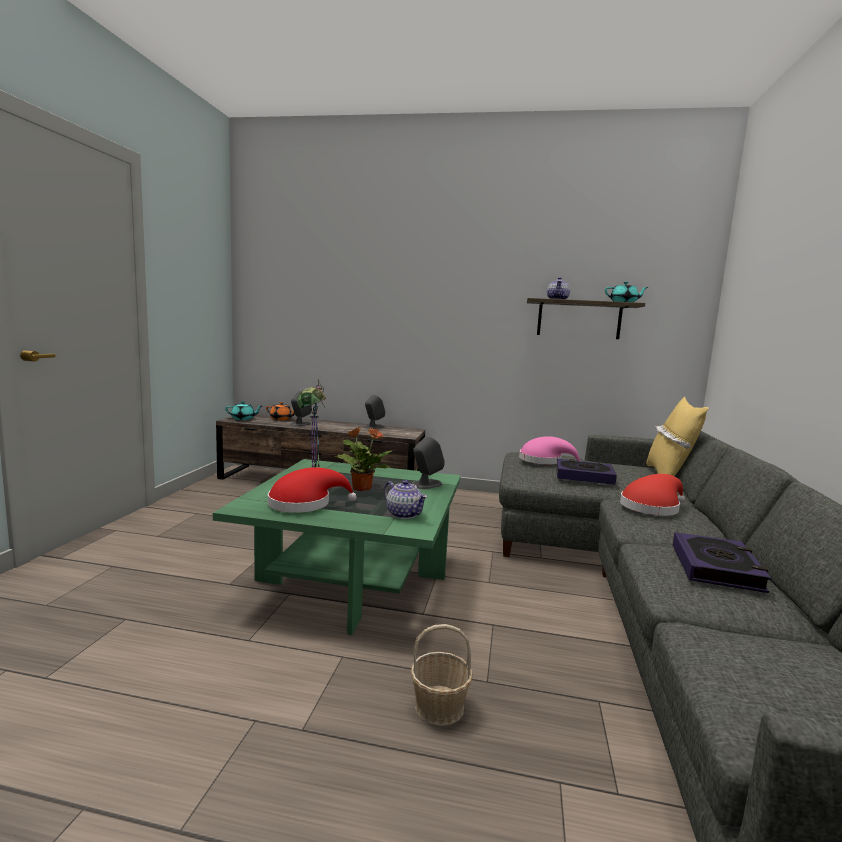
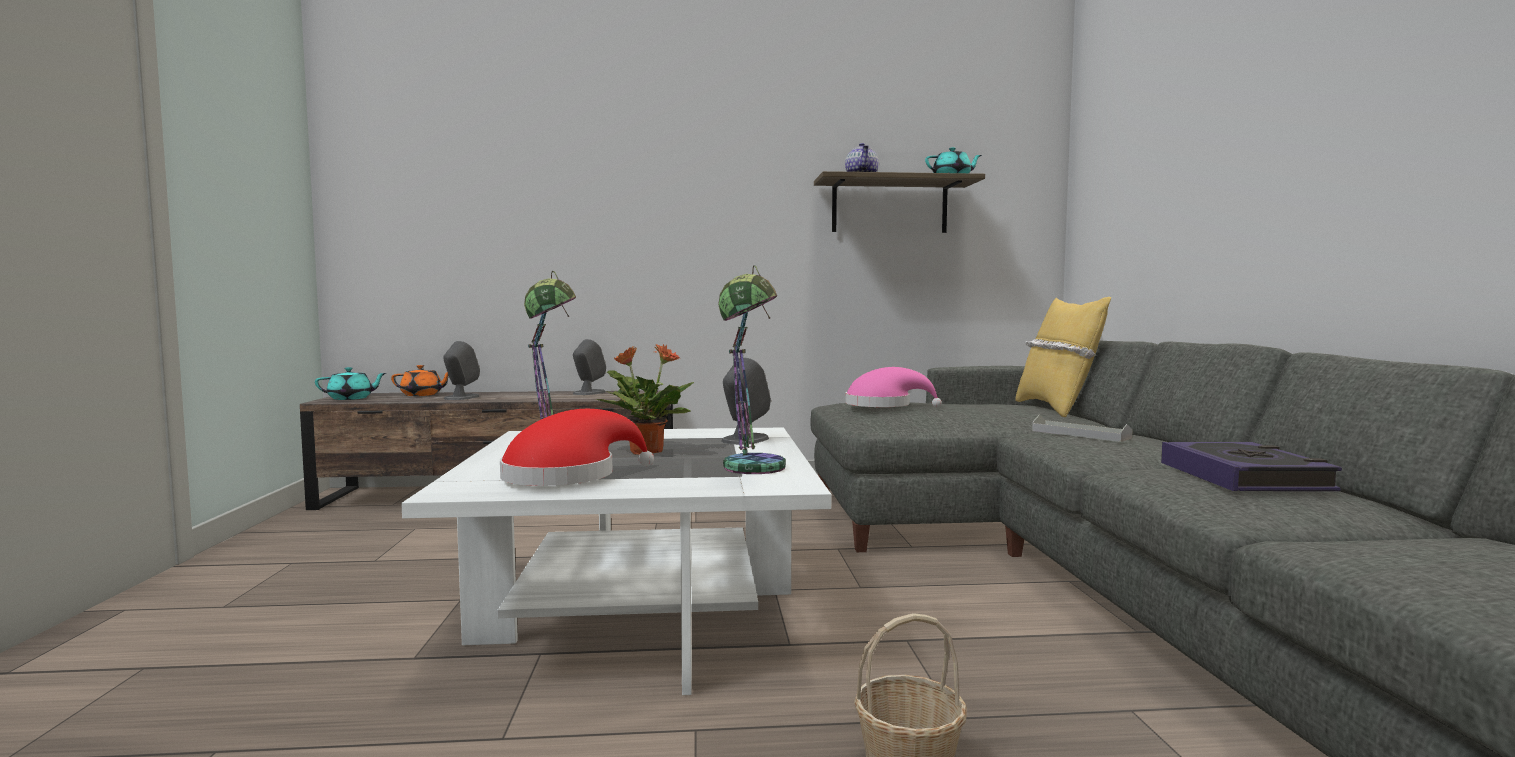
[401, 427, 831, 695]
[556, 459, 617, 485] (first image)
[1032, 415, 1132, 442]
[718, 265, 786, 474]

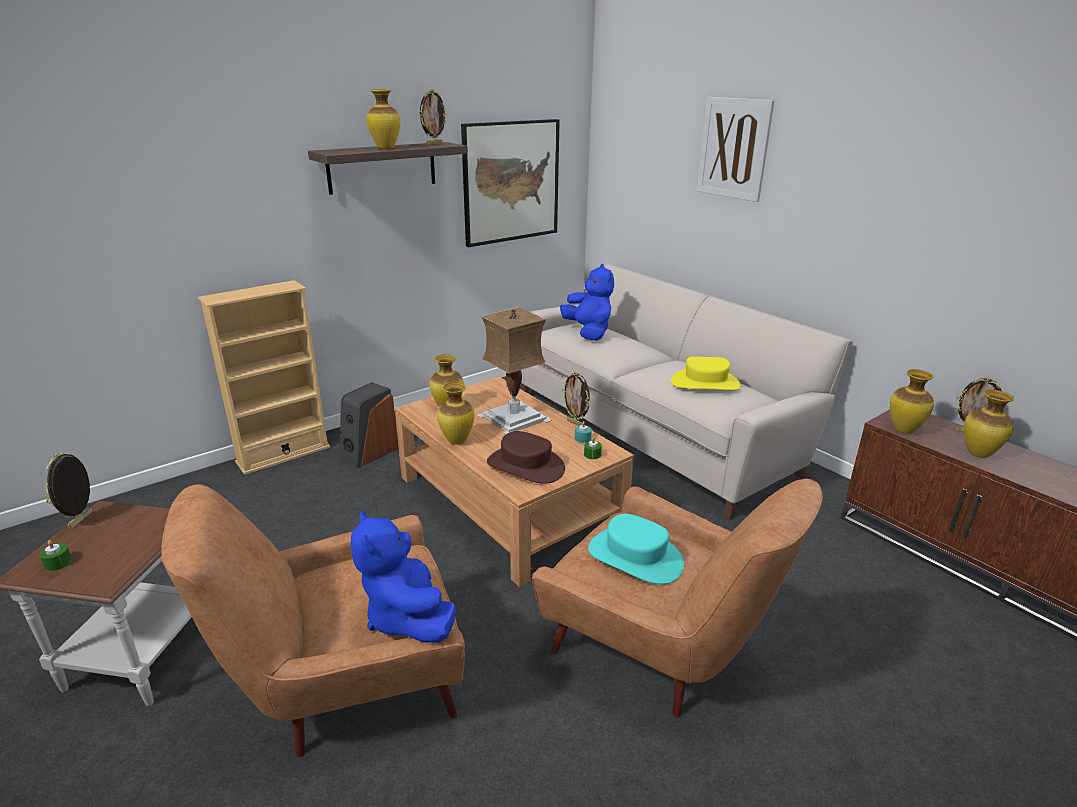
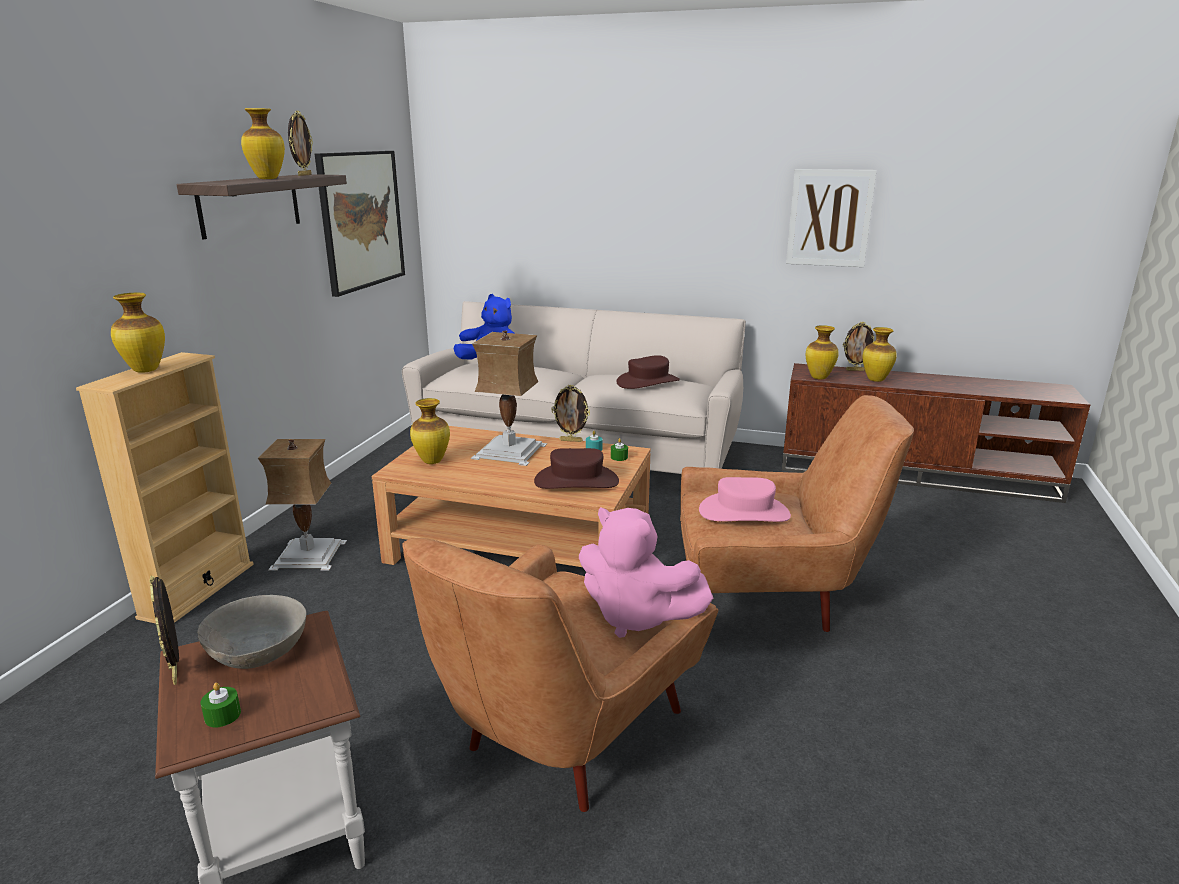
[786, 169, 877, 267]
[616, 355, 680, 389]
[258, 439, 347, 571]
[111, 293, 165, 373]
[579, 507, 713, 638]
[699, 477, 791, 522]
[197, 595, 307, 669]

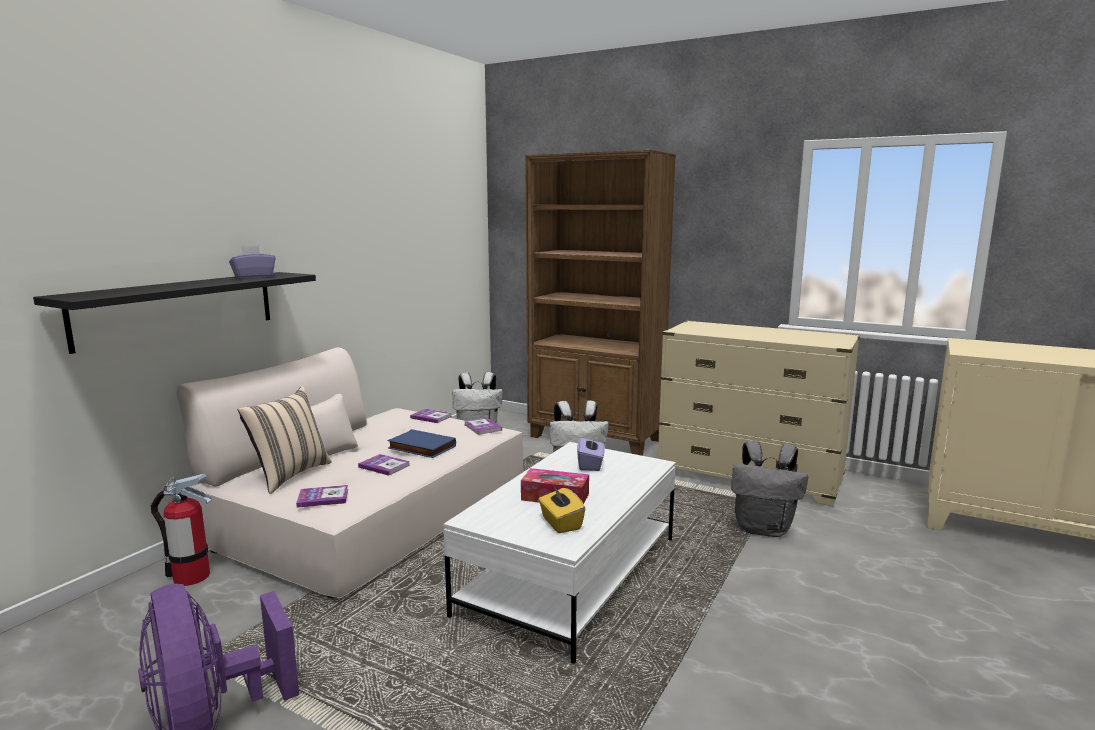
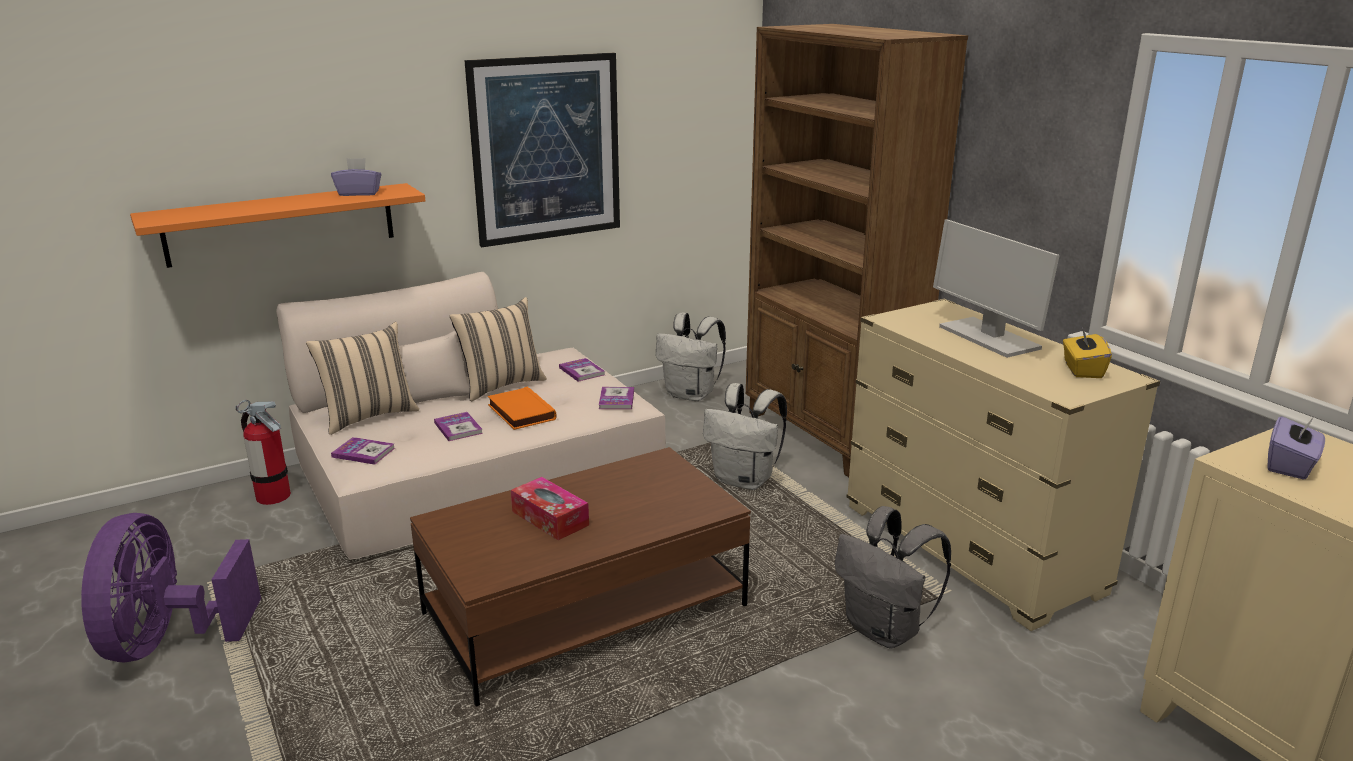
[130, 183, 426, 268]
[488, 387, 557, 430]
[1267, 415, 1325, 480]
[410, 447, 751, 707]
[1063, 328, 1112, 378]
[464, 53, 620, 247]
[933, 219, 1060, 358]
[449, 297, 547, 401]

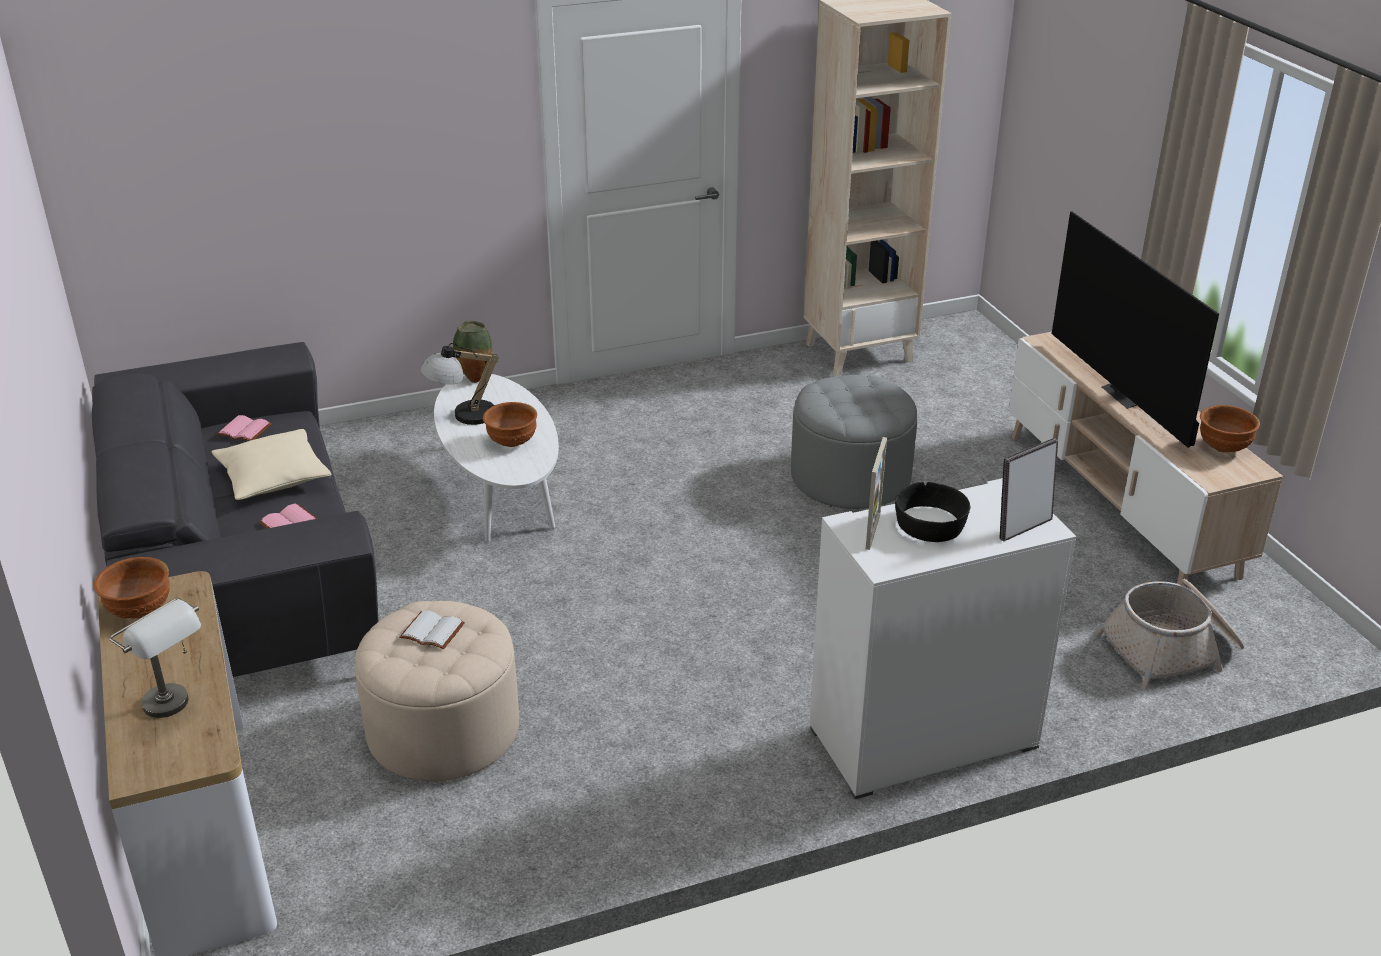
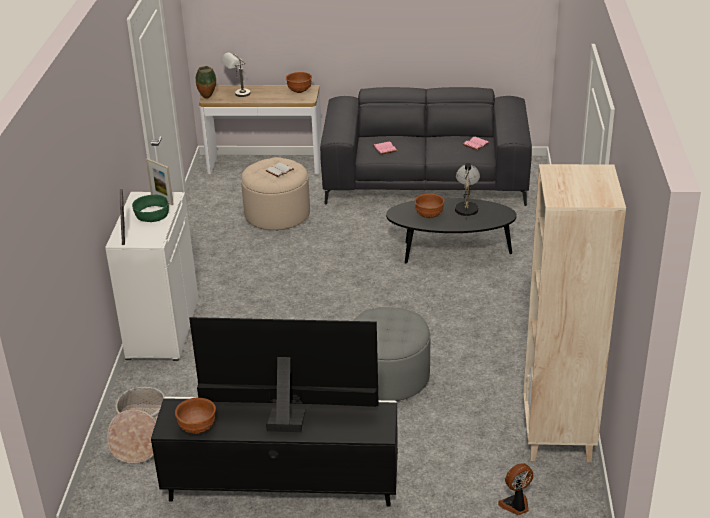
[196, 66, 216, 99]
[151, 397, 398, 507]
[386, 198, 517, 263]
[212, 429, 331, 500] (first image)
[132, 194, 169, 222]
[498, 463, 533, 515]

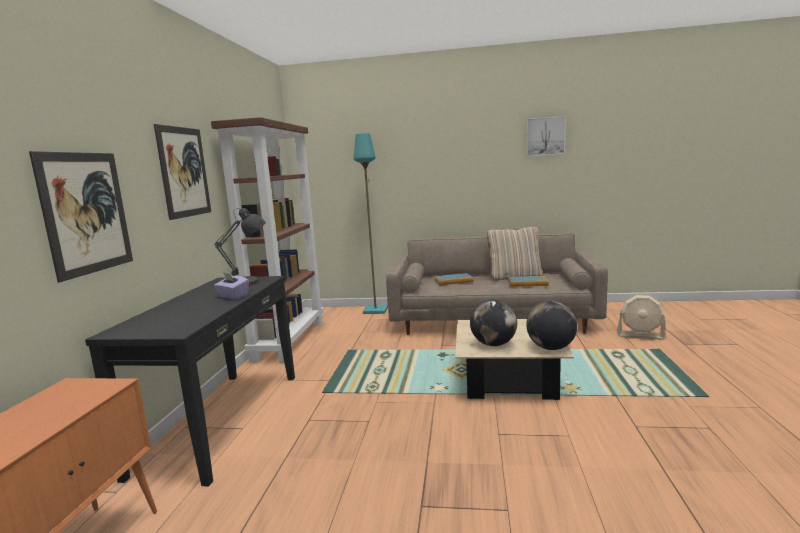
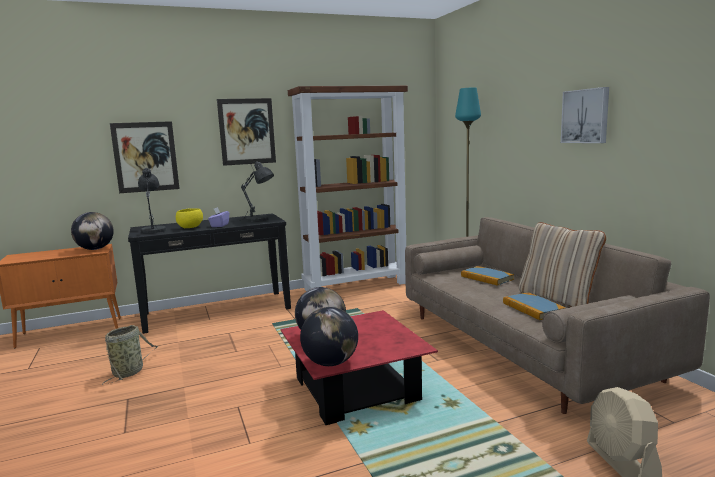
[561, 87, 609, 143]
[280, 310, 438, 425]
[138, 168, 166, 233]
[176, 208, 203, 228]
[71, 212, 114, 250]
[102, 325, 158, 385]

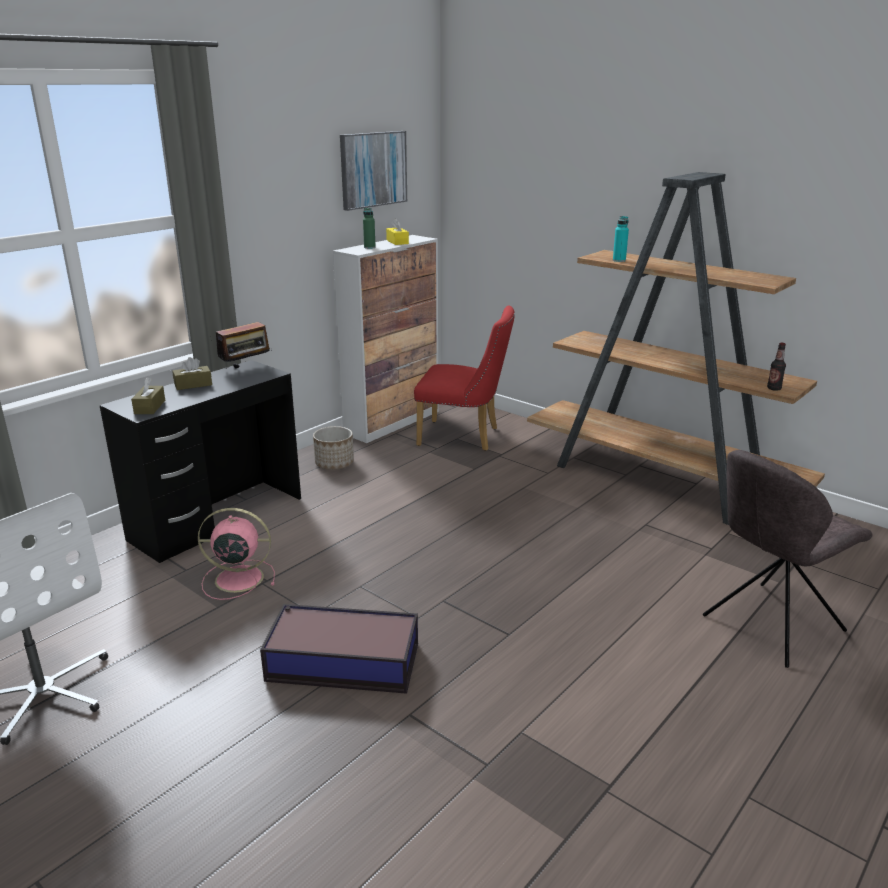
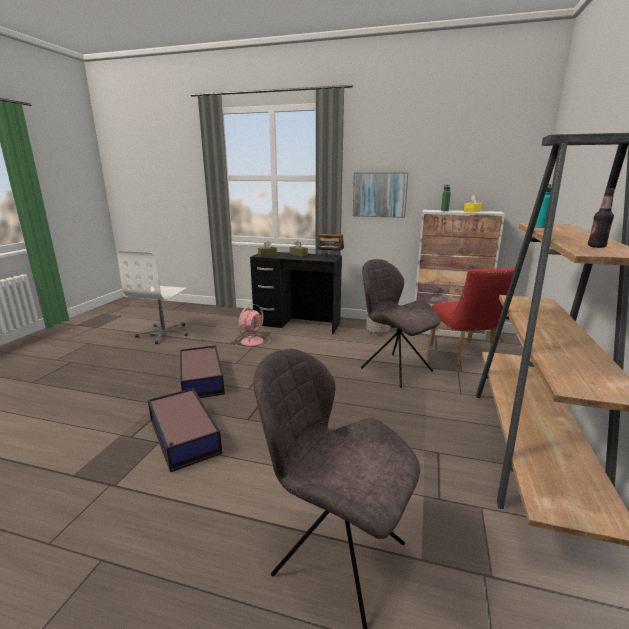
[353, 172, 408, 218]
[588, 188, 615, 248]
[235, 304, 270, 348]
[361, 259, 441, 388]
[148, 388, 222, 472]

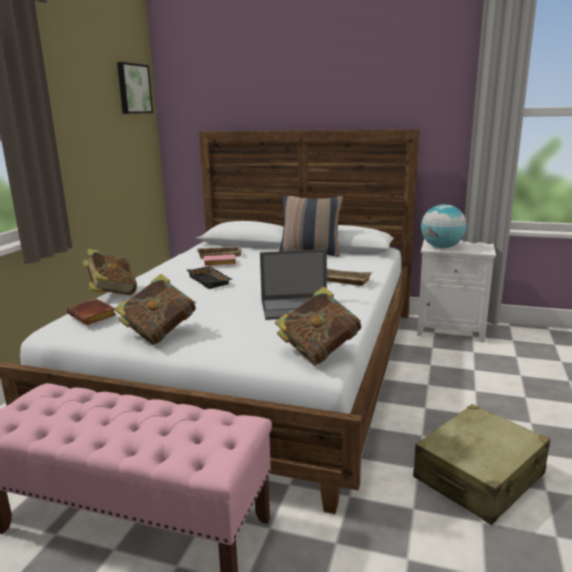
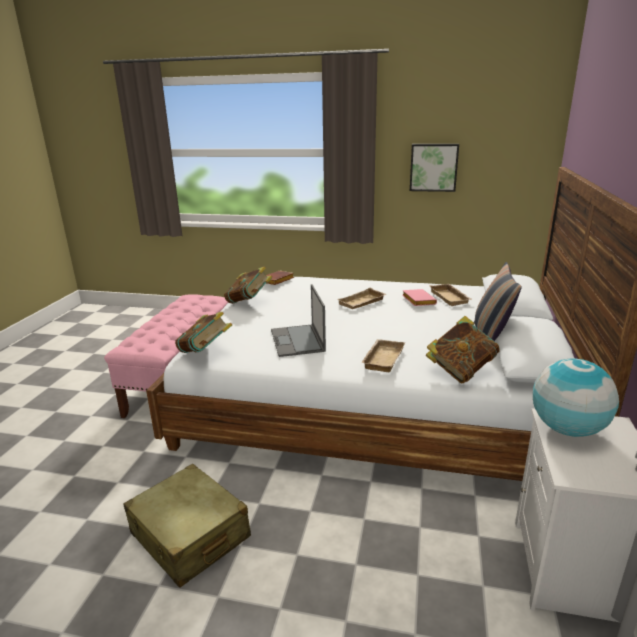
[410, 144, 459, 192]
[426, 316, 500, 383]
[338, 288, 386, 309]

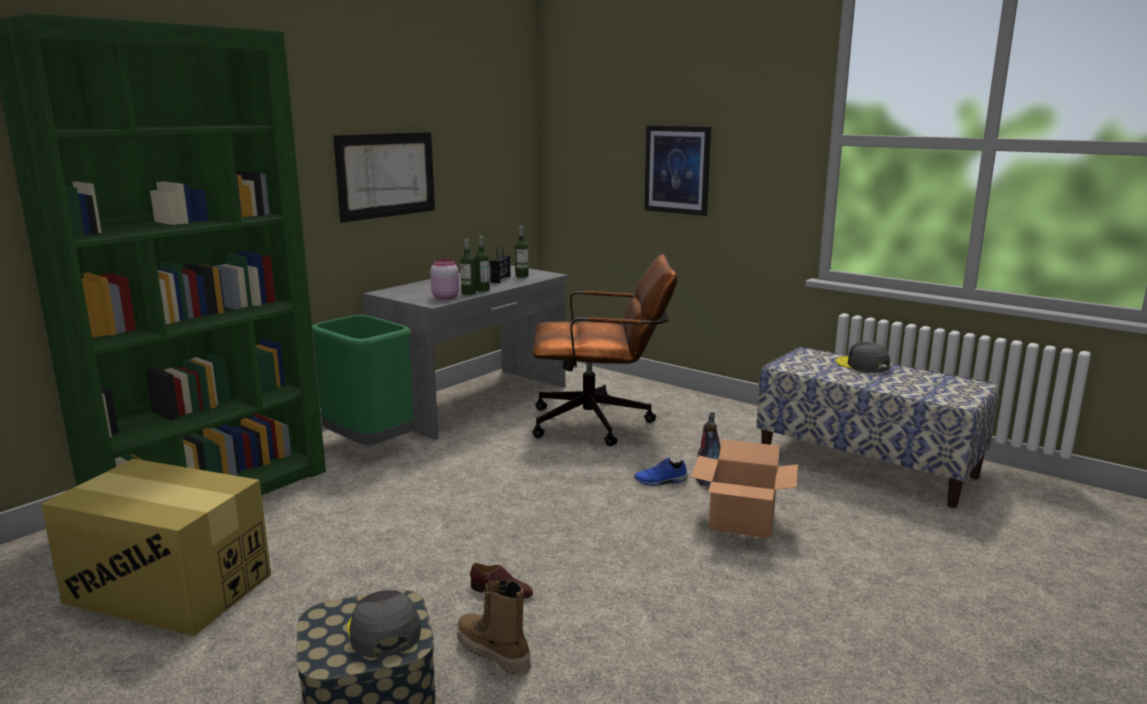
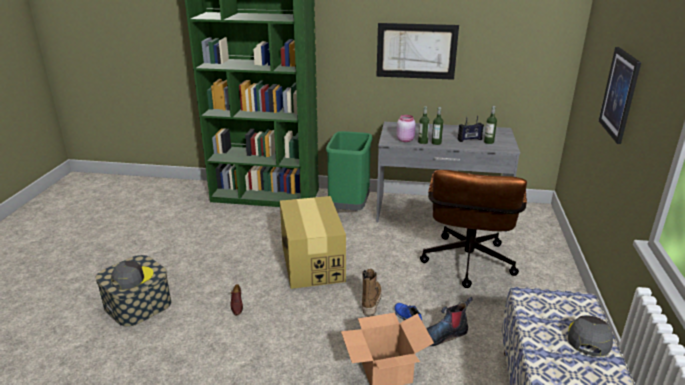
[420, 170, 527, 288]
[280, 196, 346, 289]
[362, 269, 382, 317]

